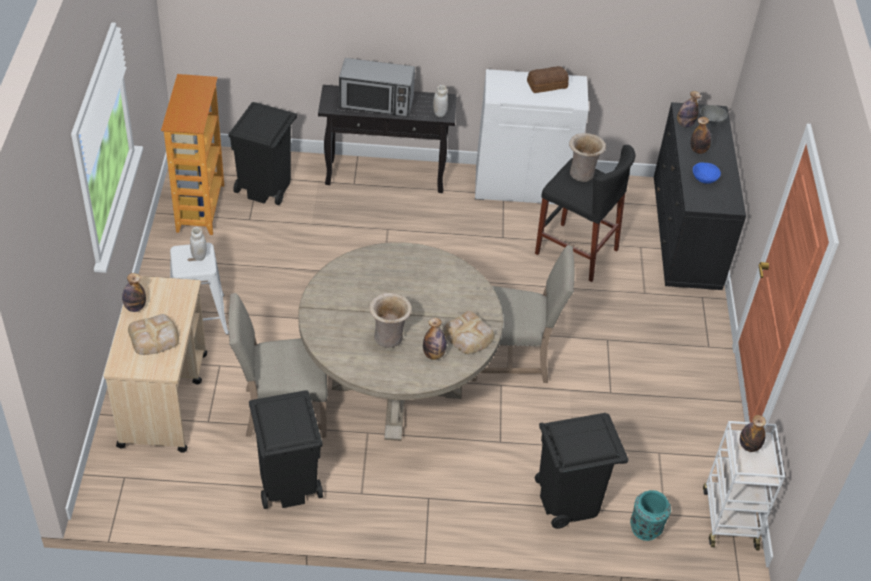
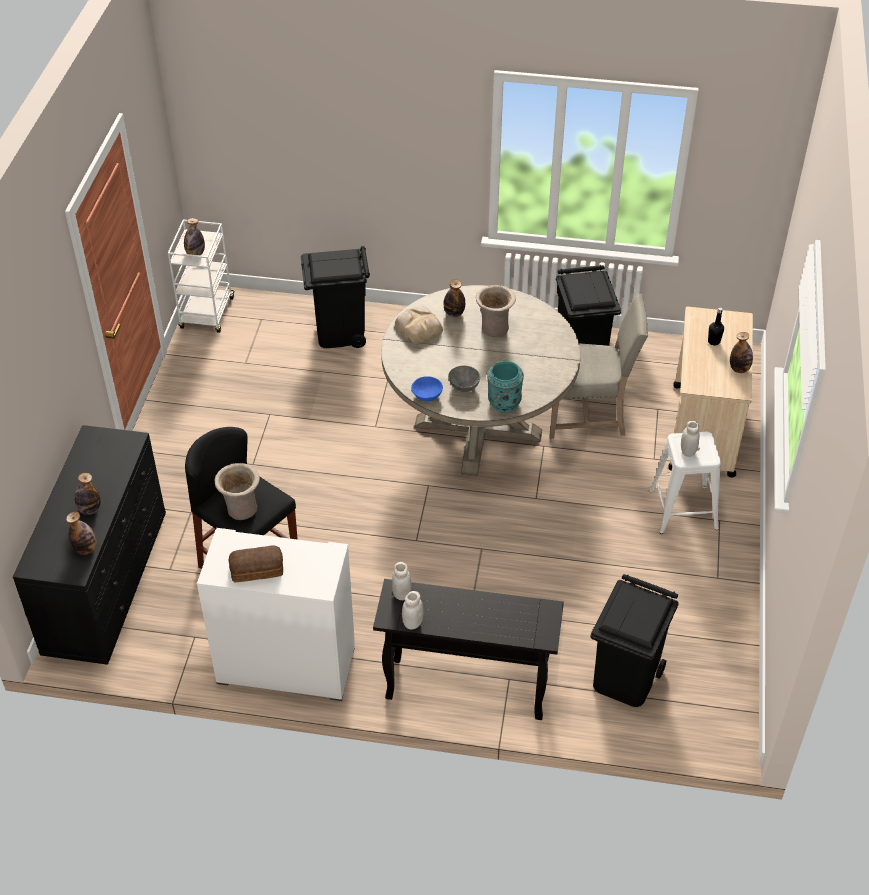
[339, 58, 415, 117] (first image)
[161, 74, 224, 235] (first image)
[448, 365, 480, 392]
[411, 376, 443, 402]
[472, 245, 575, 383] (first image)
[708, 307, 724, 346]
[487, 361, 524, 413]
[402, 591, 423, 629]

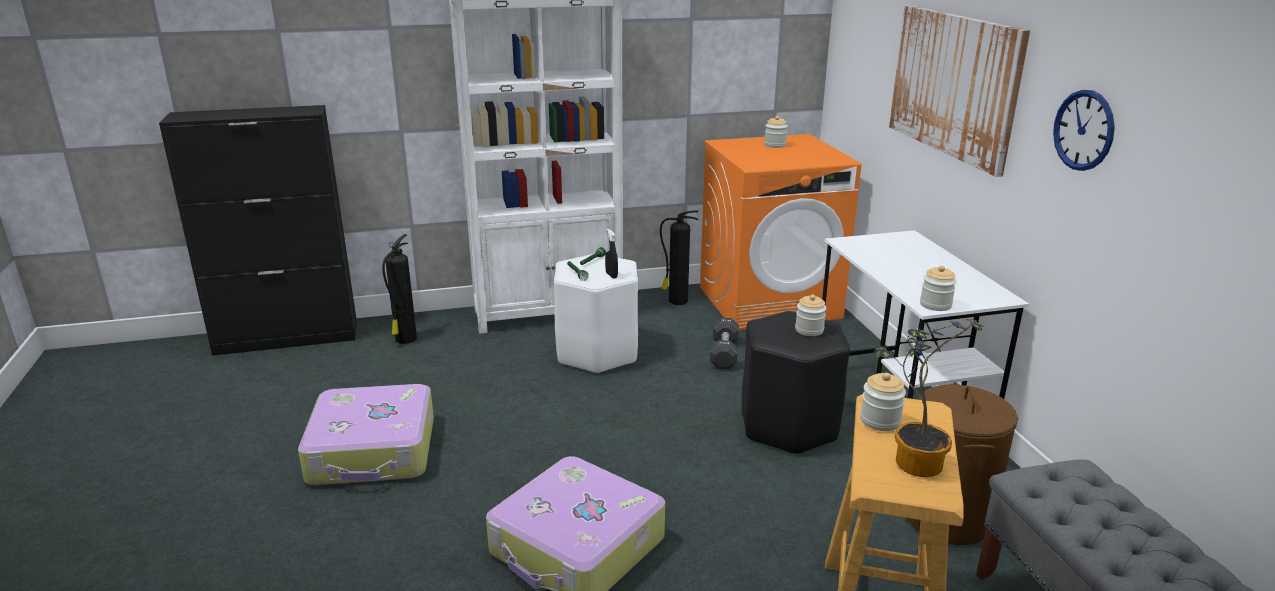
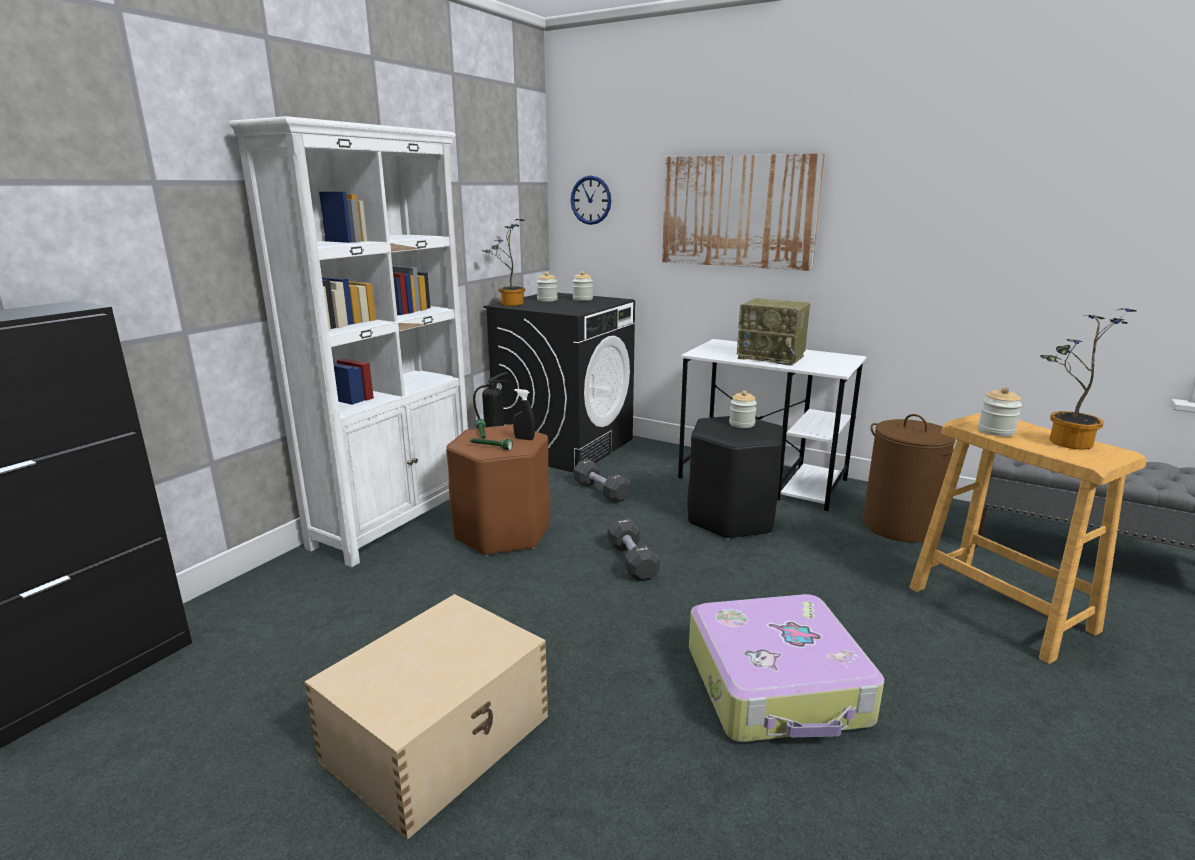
[571, 176, 611, 225]
[483, 293, 635, 473]
[382, 234, 417, 344] (first image)
[446, 425, 550, 556]
[573, 271, 593, 301]
[304, 594, 548, 840]
[482, 219, 525, 306]
[737, 298, 810, 366]
[607, 517, 660, 581]

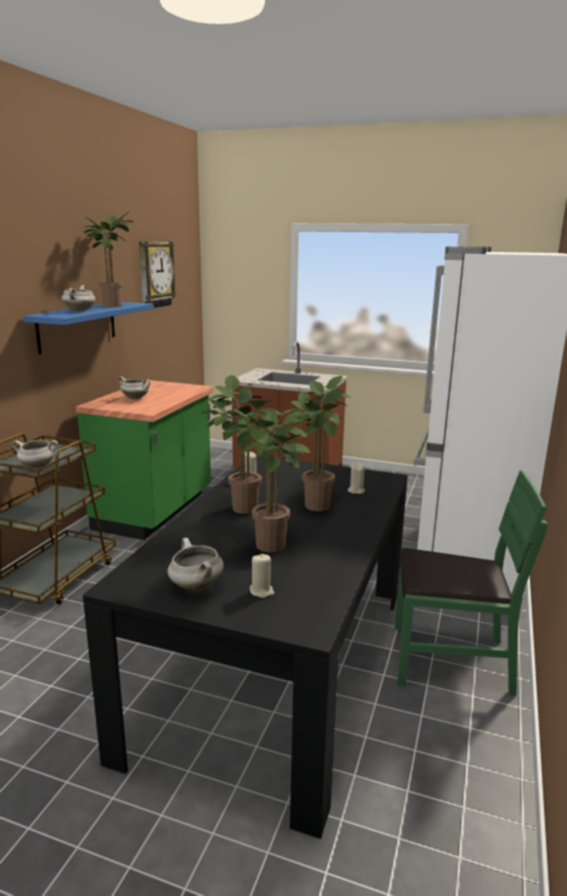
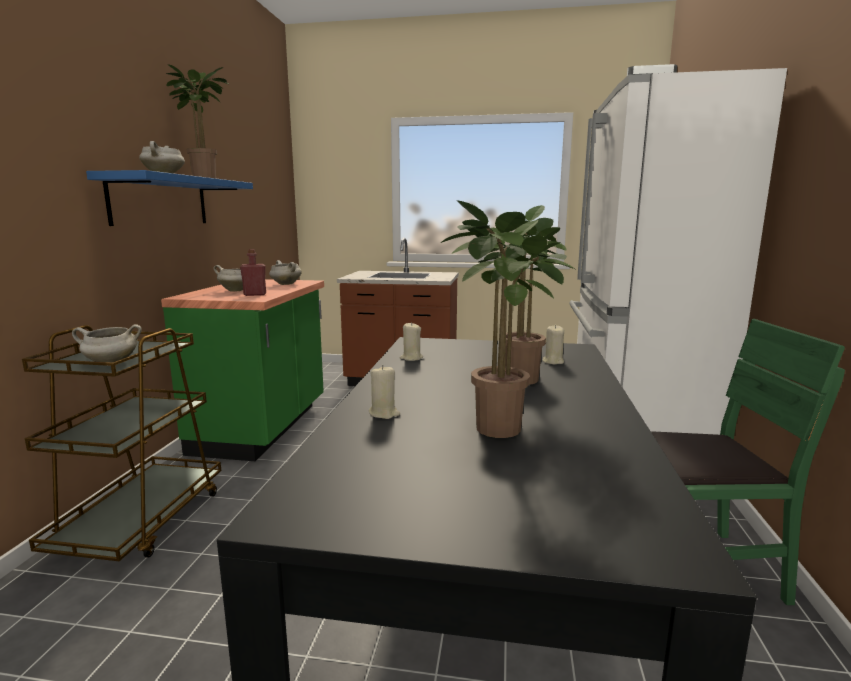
[139, 241, 176, 308] (first image)
[200, 375, 282, 514] (first image)
[269, 260, 302, 285]
[369, 365, 400, 419]
[240, 249, 266, 296]

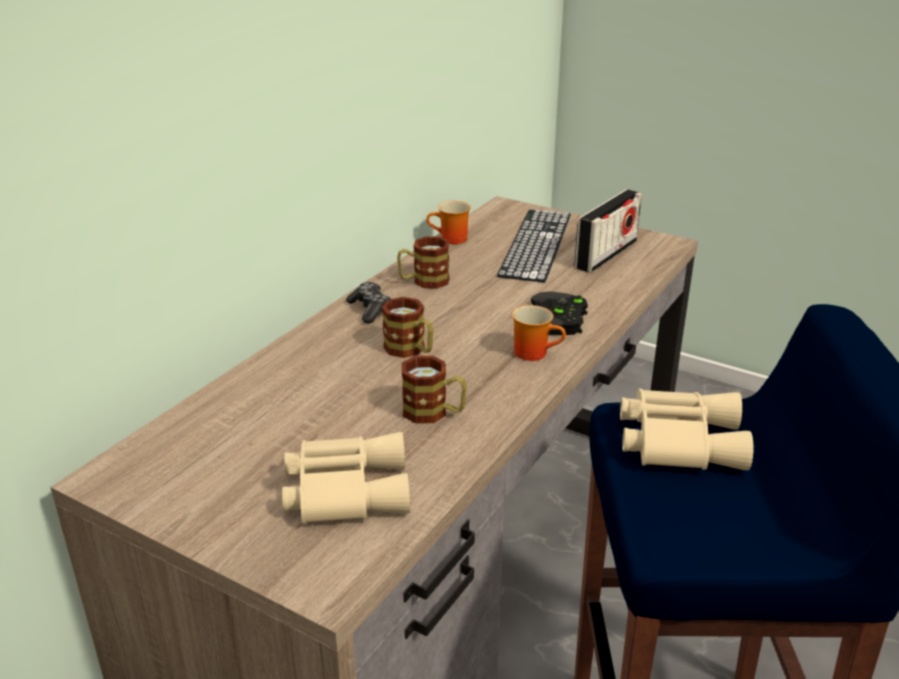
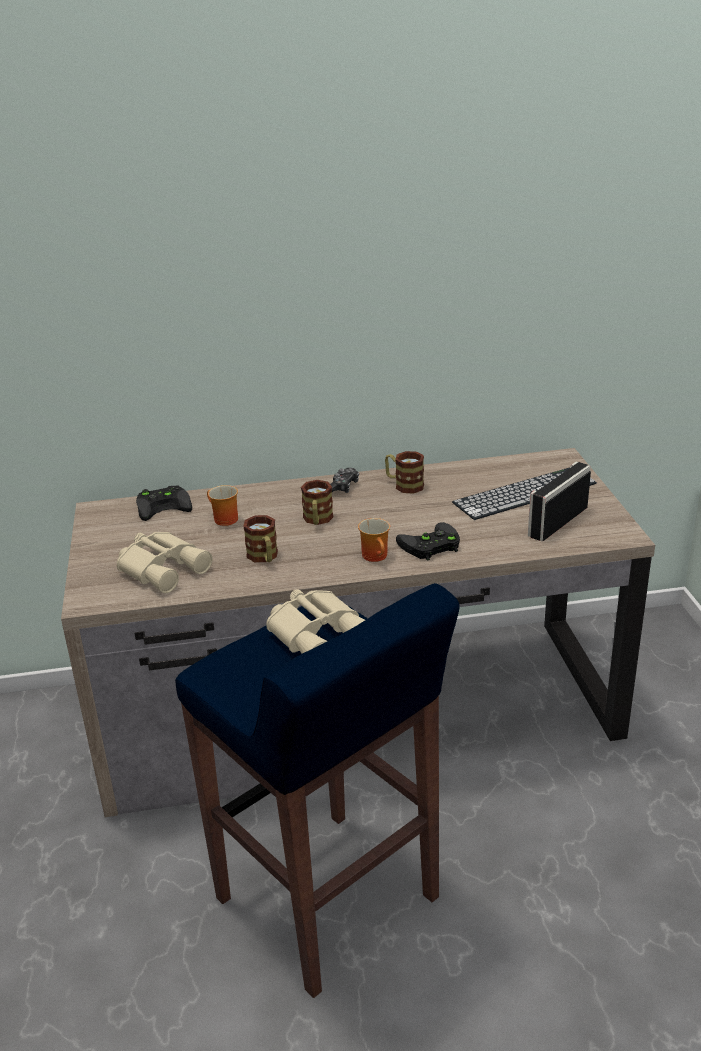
[528, 461, 591, 541]
[207, 485, 238, 526]
[136, 485, 192, 521]

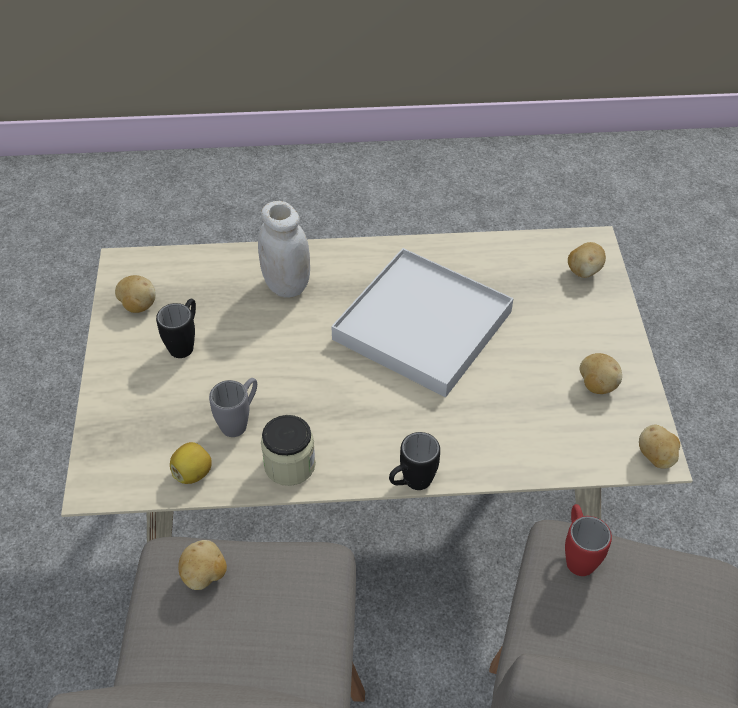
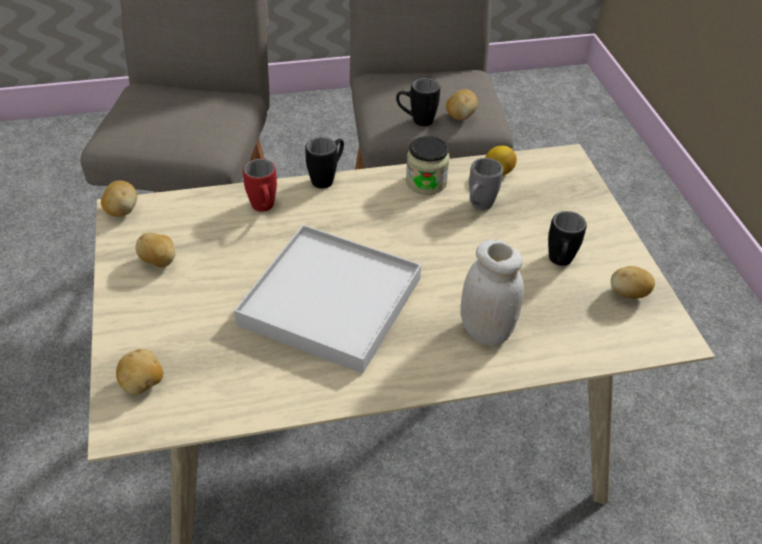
[243, 159, 277, 212]
[396, 78, 440, 126]

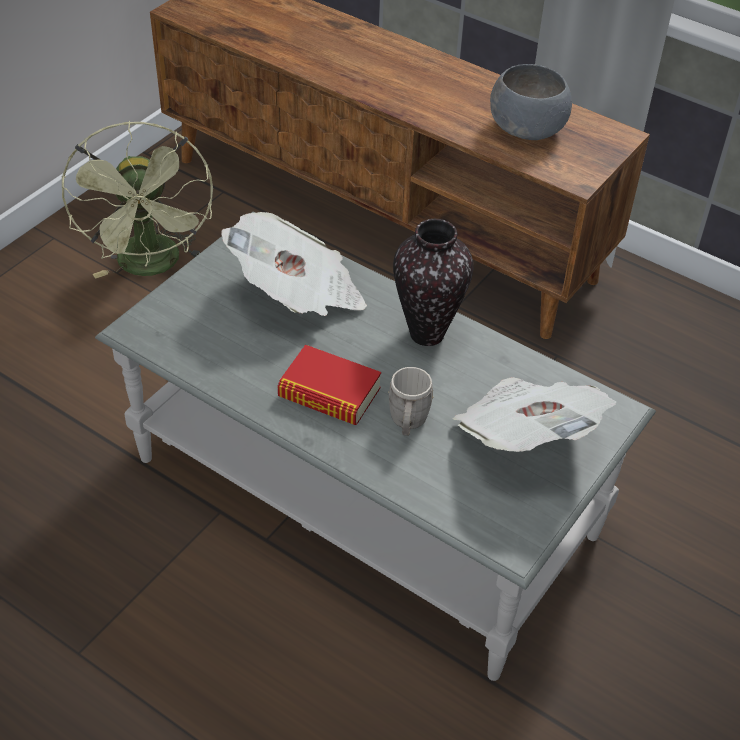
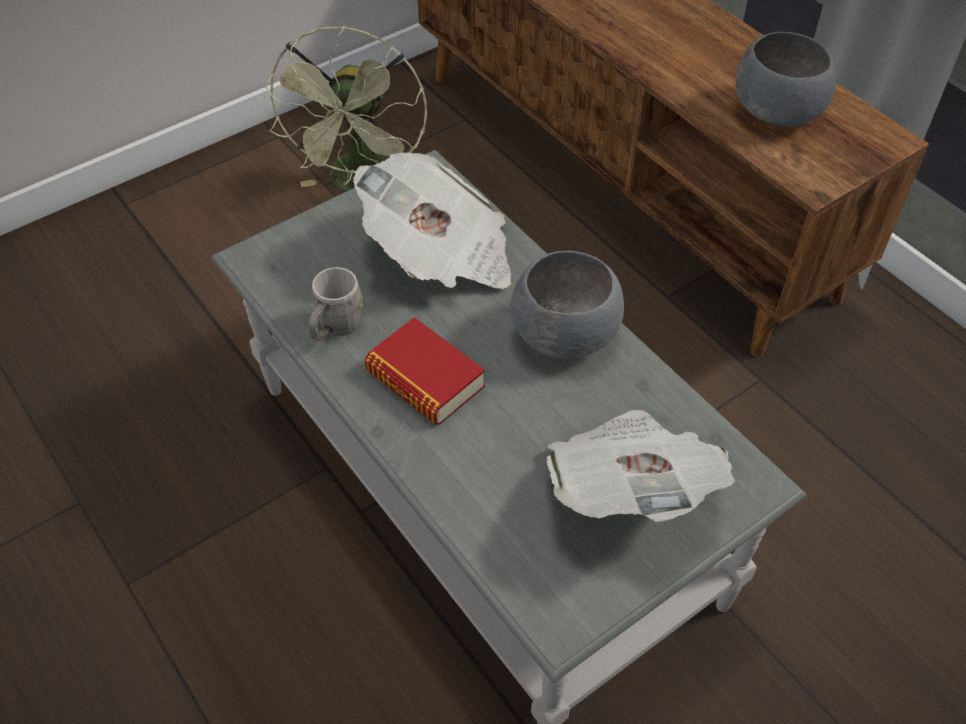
[511, 251, 624, 359]
[308, 267, 363, 341]

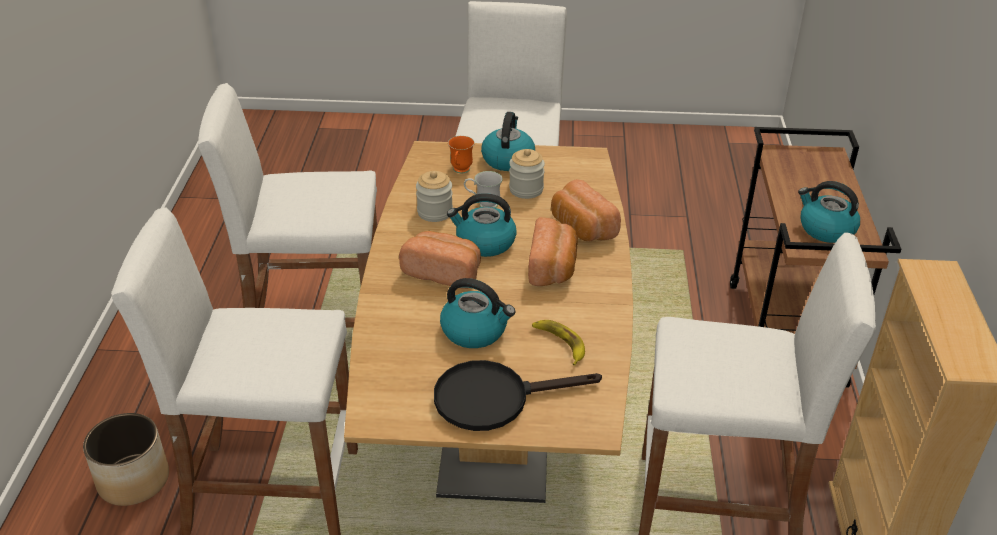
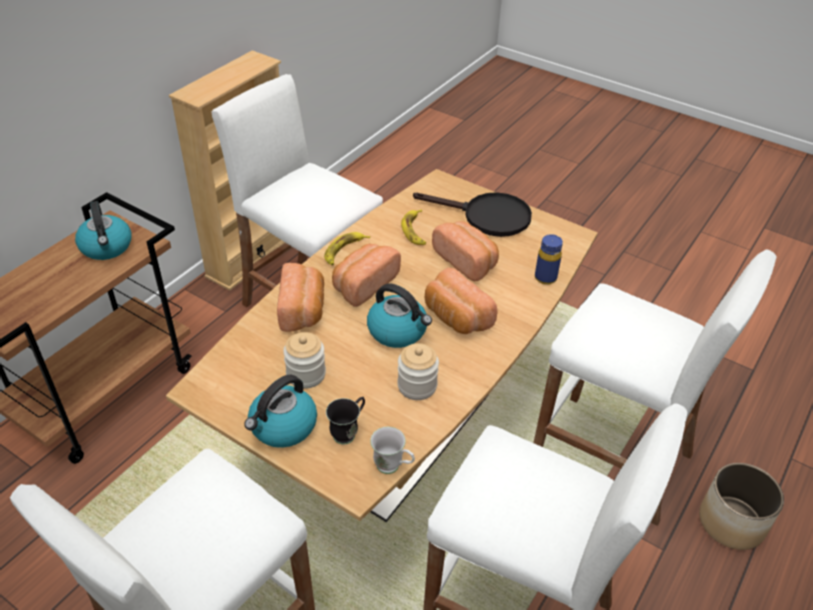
[326, 397, 365, 445]
[370, 427, 415, 474]
[432, 221, 499, 281]
[324, 232, 370, 265]
[535, 234, 563, 285]

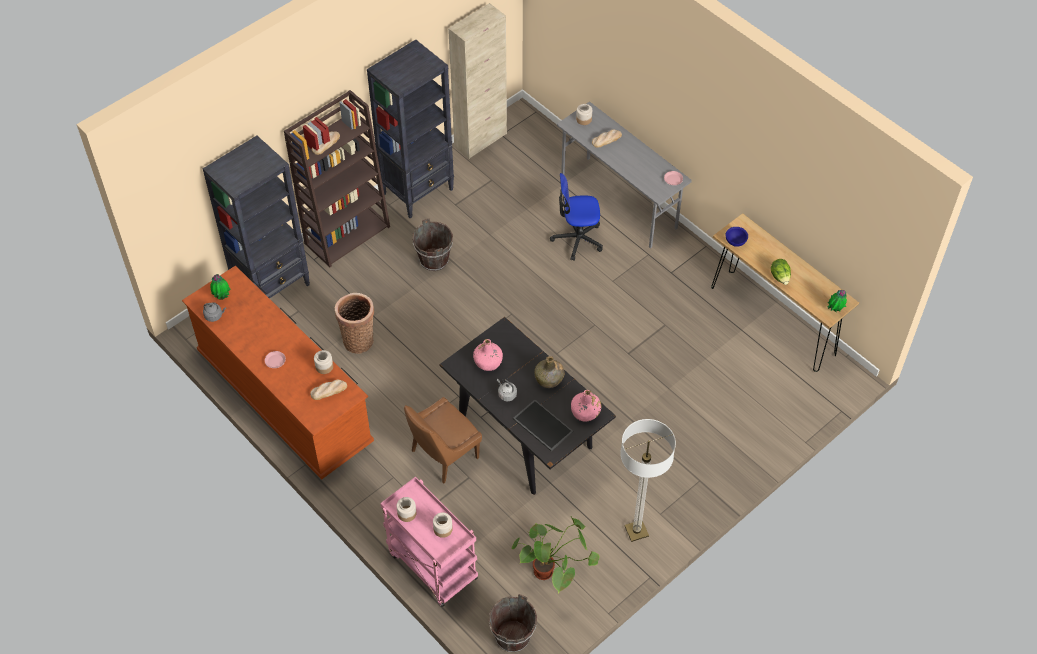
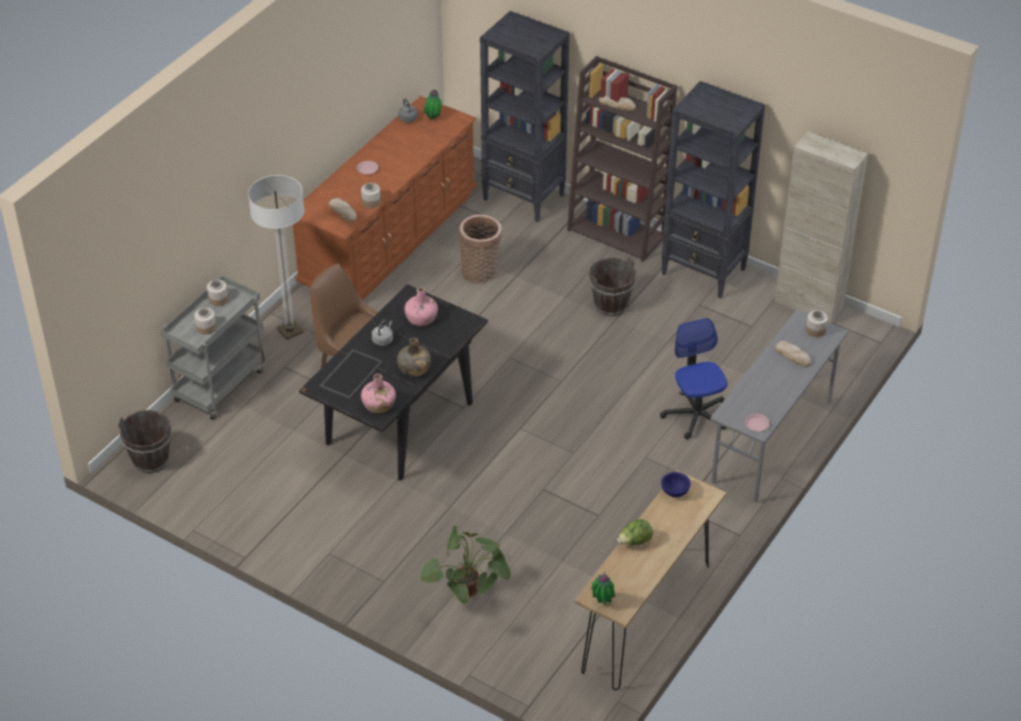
[248, 175, 304, 340]
[160, 276, 267, 420]
[418, 526, 511, 604]

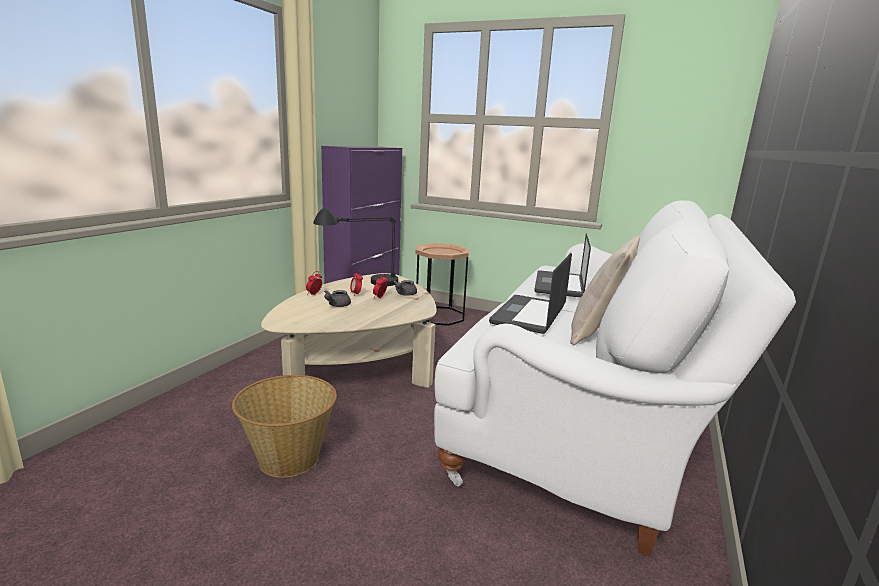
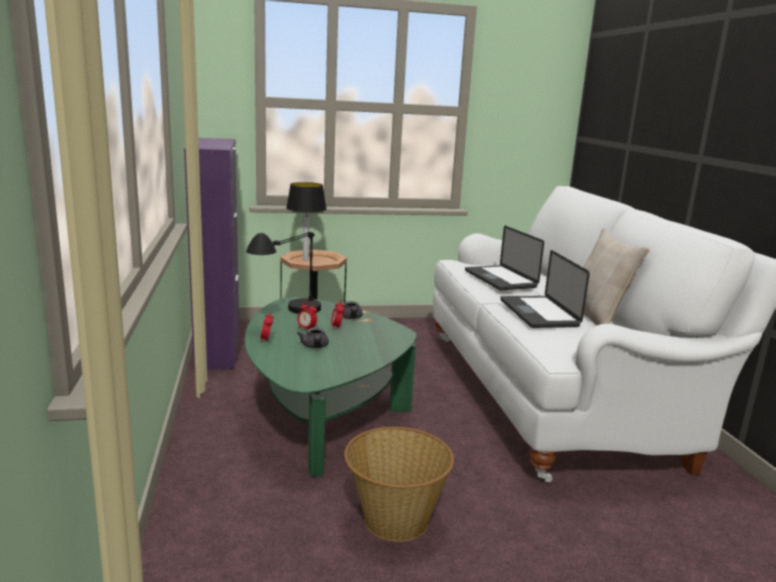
[245, 297, 416, 477]
[286, 182, 327, 261]

